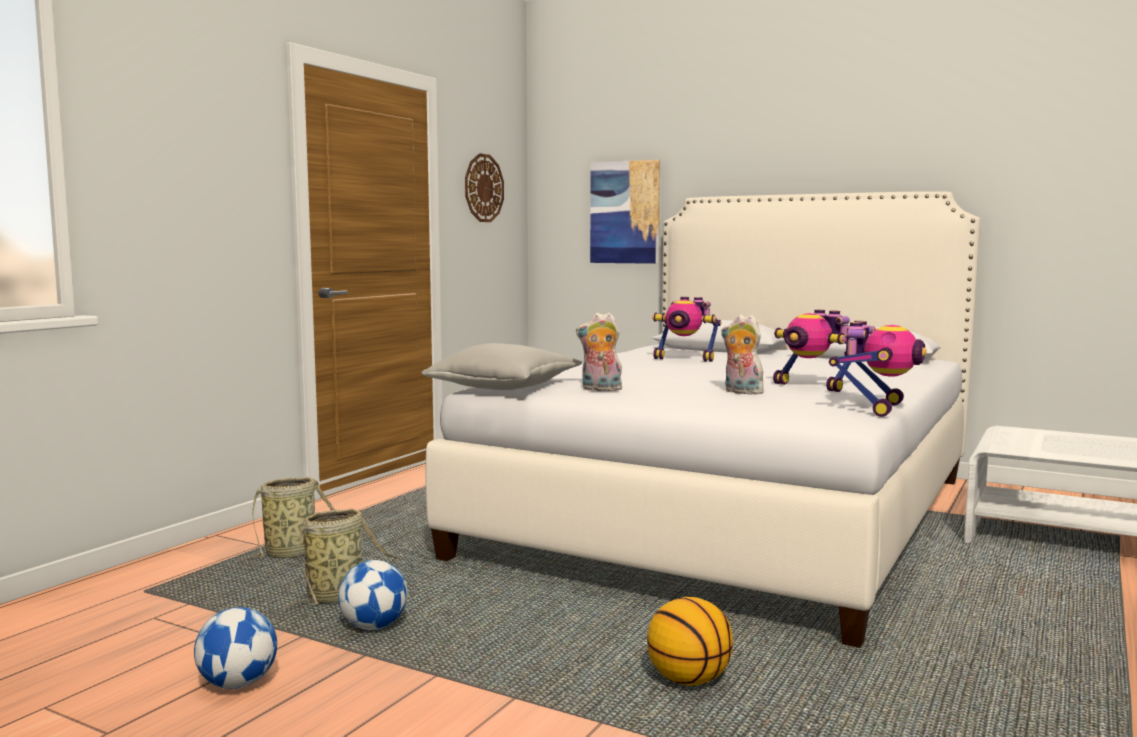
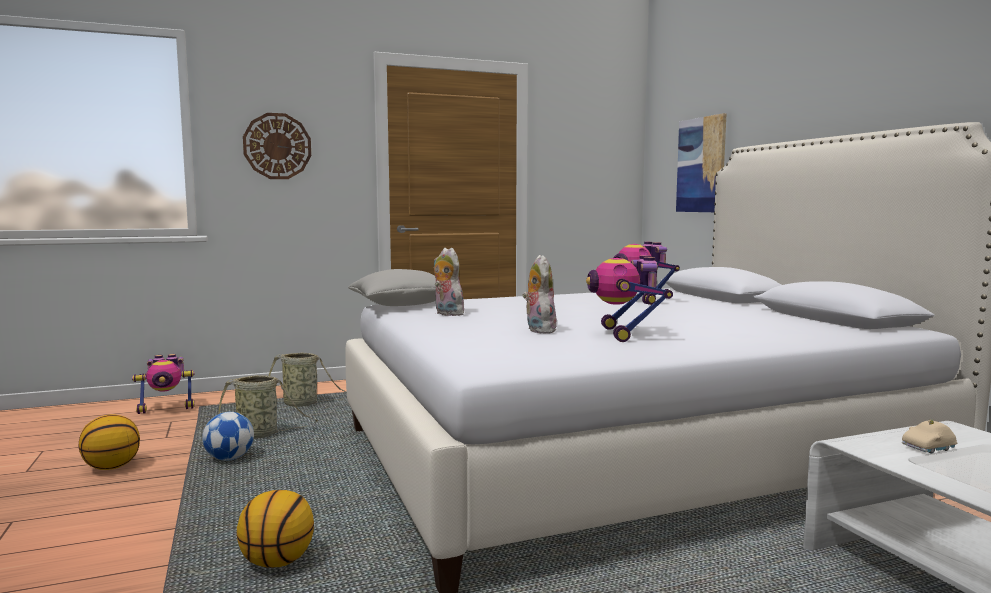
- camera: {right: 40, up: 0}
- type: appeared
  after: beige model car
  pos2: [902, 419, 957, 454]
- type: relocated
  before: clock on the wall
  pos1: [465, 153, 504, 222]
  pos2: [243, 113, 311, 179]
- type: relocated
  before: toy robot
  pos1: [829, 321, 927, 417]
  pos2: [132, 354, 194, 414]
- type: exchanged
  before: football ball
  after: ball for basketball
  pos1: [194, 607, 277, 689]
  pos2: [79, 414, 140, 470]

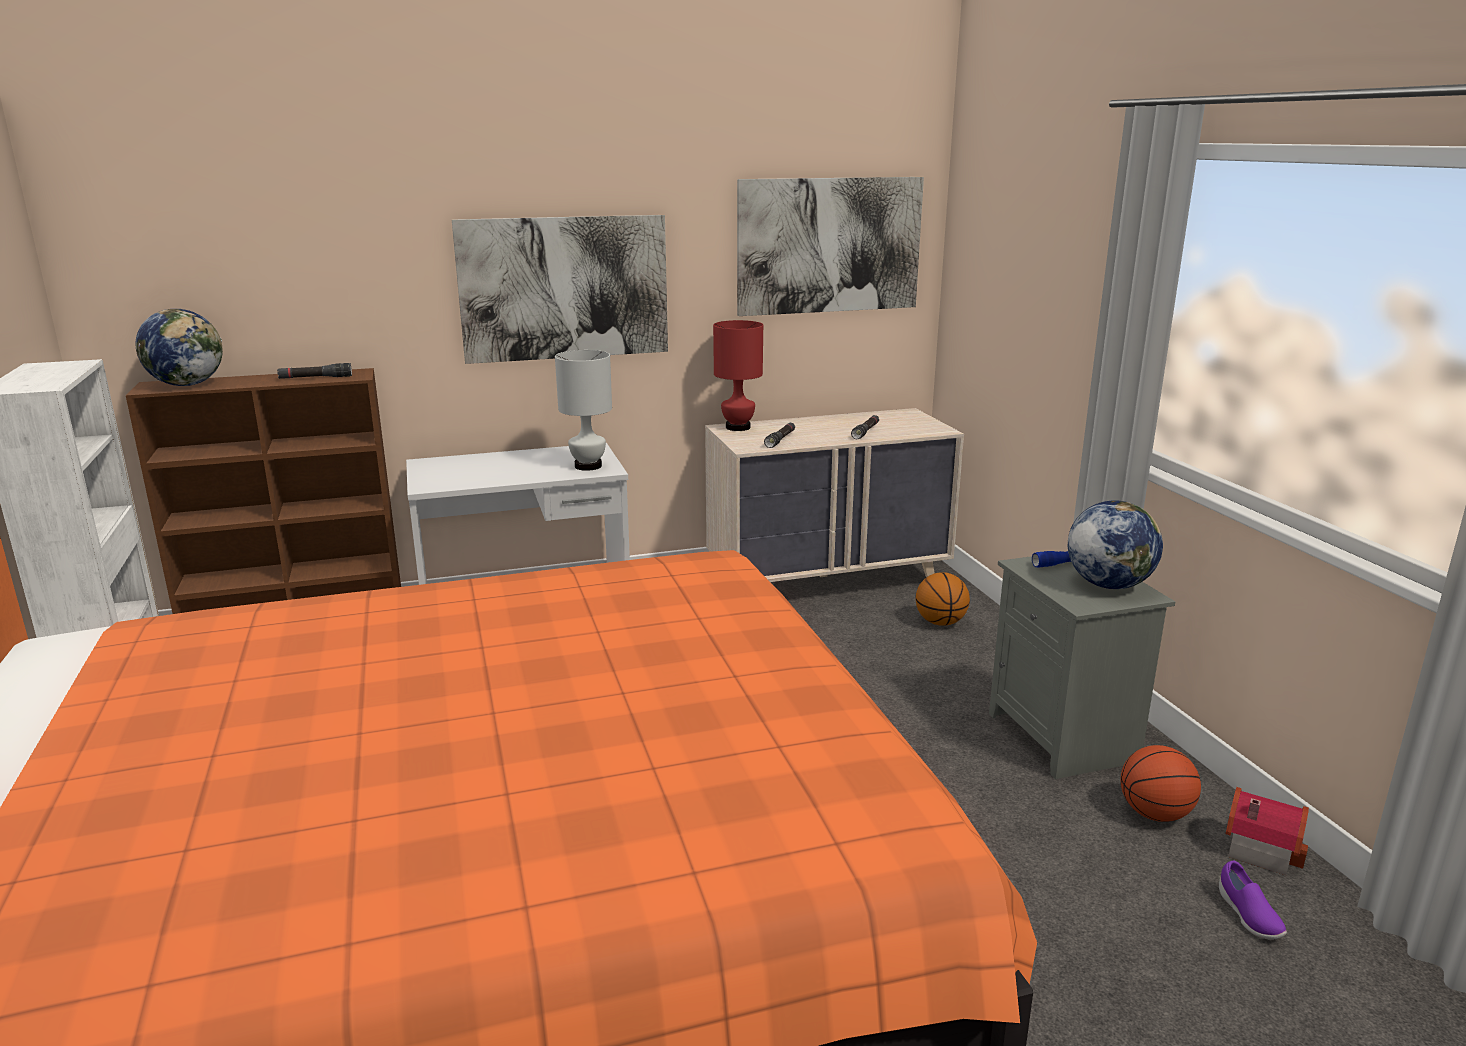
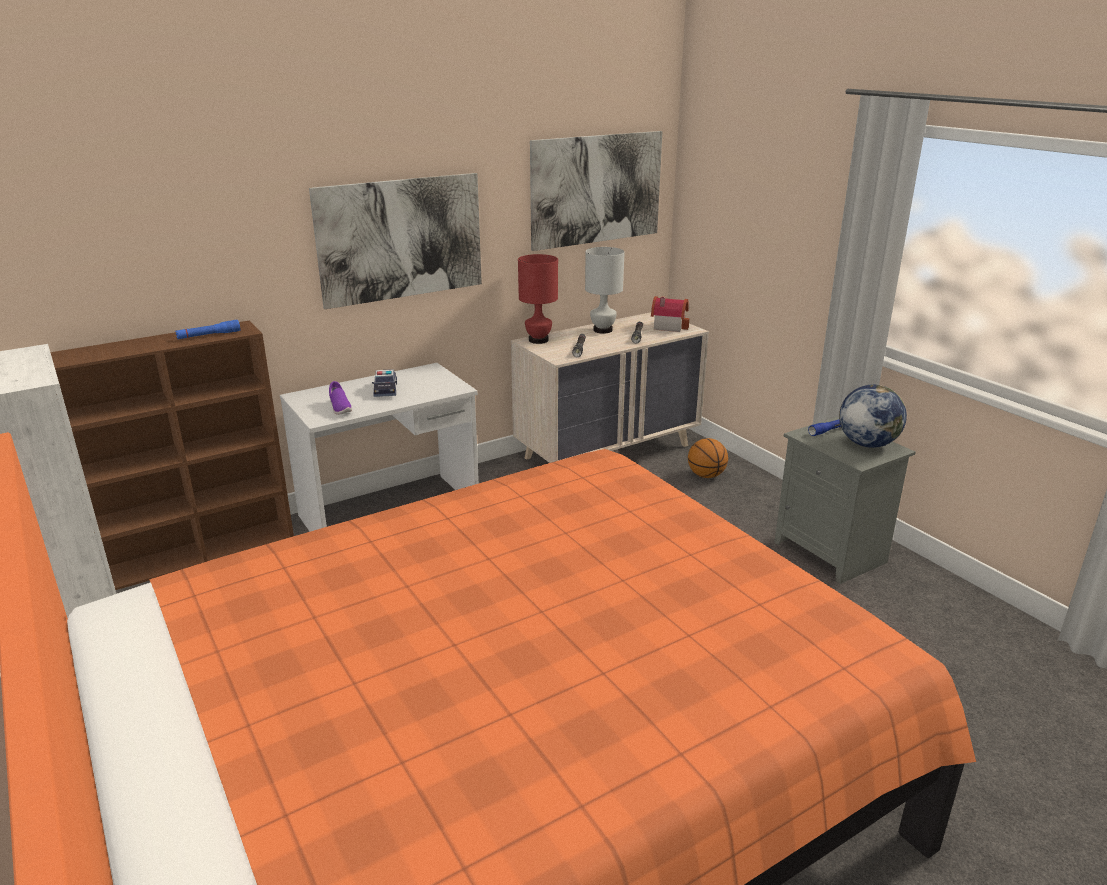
- camera: {right: -15, up: 5}
- type: missing
  before: desk globe
  pos1: [135, 309, 223, 386]
- type: missing
  before: ball for basketball
  pos1: [1121, 745, 1201, 822]
- type: appeared
  after: model car
  pos2: [372, 369, 397, 397]
- type: relocated
  before: whitish tabletop lamp
  pos1: [555, 350, 612, 471]
  pos2: [585, 247, 625, 334]
- type: relocated
  before: purple shoe
  pos1: [1219, 861, 1287, 940]
  pos2: [329, 381, 352, 415]
- type: relocated
  before: miniature house
  pos1: [1225, 787, 1309, 875]
  pos2: [651, 296, 689, 332]
- type: colour
  before: black-coloured torch
  after: blue torch
  pos1: [277, 363, 352, 379]
  pos2: [175, 320, 240, 339]

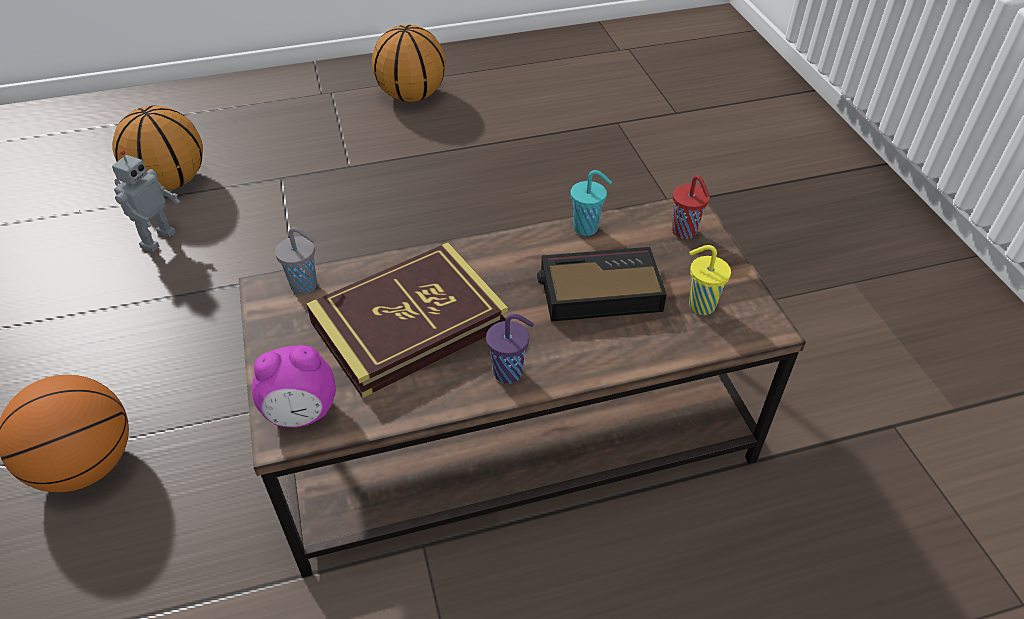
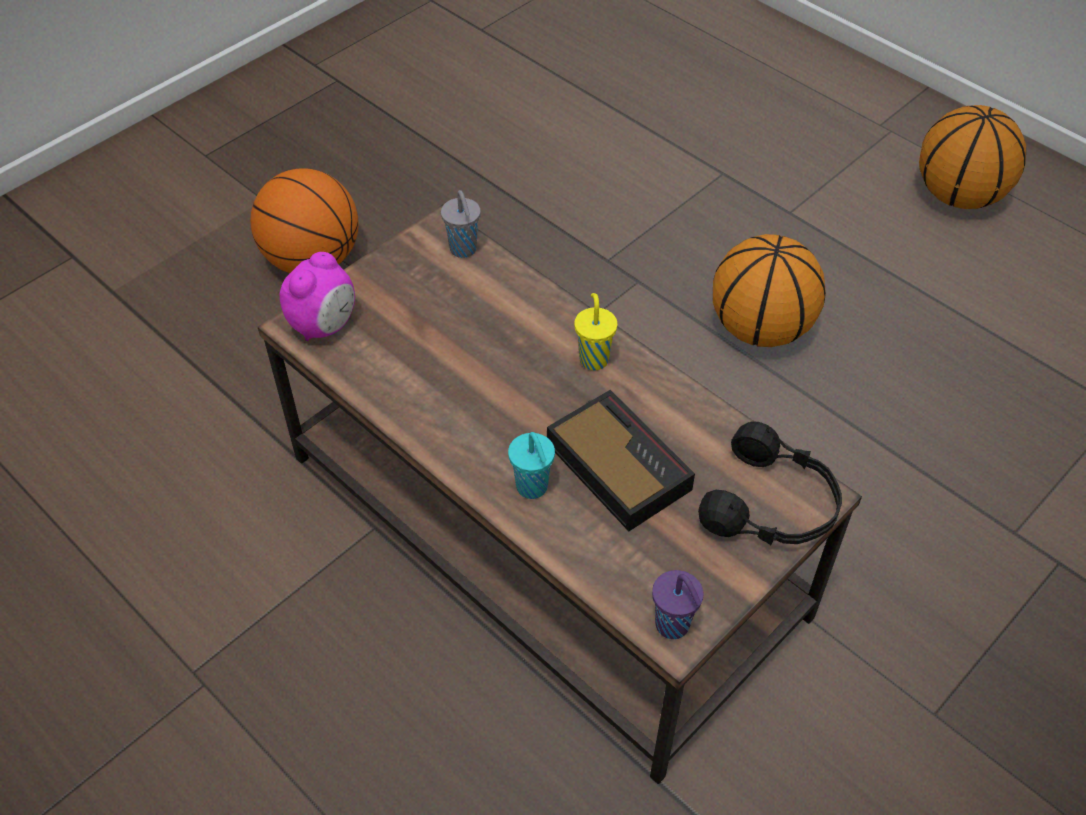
- camera: {right: 60, up: 5}
- type: missing
  before: toy robot
  pos1: [112, 150, 180, 252]
- type: missing
  before: bound book
  pos1: [306, 243, 508, 398]
- type: relocated
  before: ball for basketball
  pos1: [112, 105, 203, 191]
  pos2: [713, 234, 826, 347]
- type: relocated
  before: purple small cup
  pos1: [486, 314, 534, 384]
  pos2: [652, 570, 703, 639]
- type: relocated
  before: turquoise-coloured small cup
  pos1: [570, 170, 612, 236]
  pos2: [508, 432, 555, 499]
- type: relocated
  before: yellowish small cup
  pos1: [689, 245, 731, 315]
  pos2: [574, 293, 617, 371]
- type: exchanged
  before: red small cup
  after: black-coloured headset
  pos1: [672, 175, 710, 239]
  pos2: [698, 421, 842, 546]
- type: spun
  before: table clock
  pos1: [252, 345, 336, 428]
  pos2: [280, 252, 355, 341]
  turn: -105

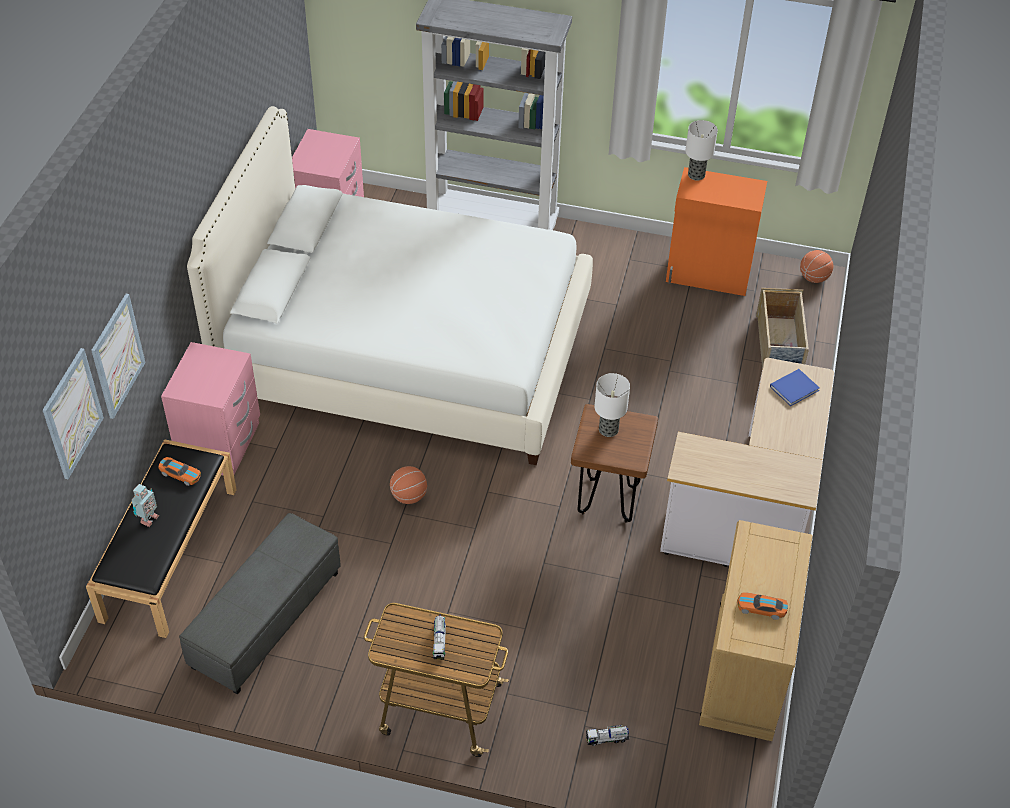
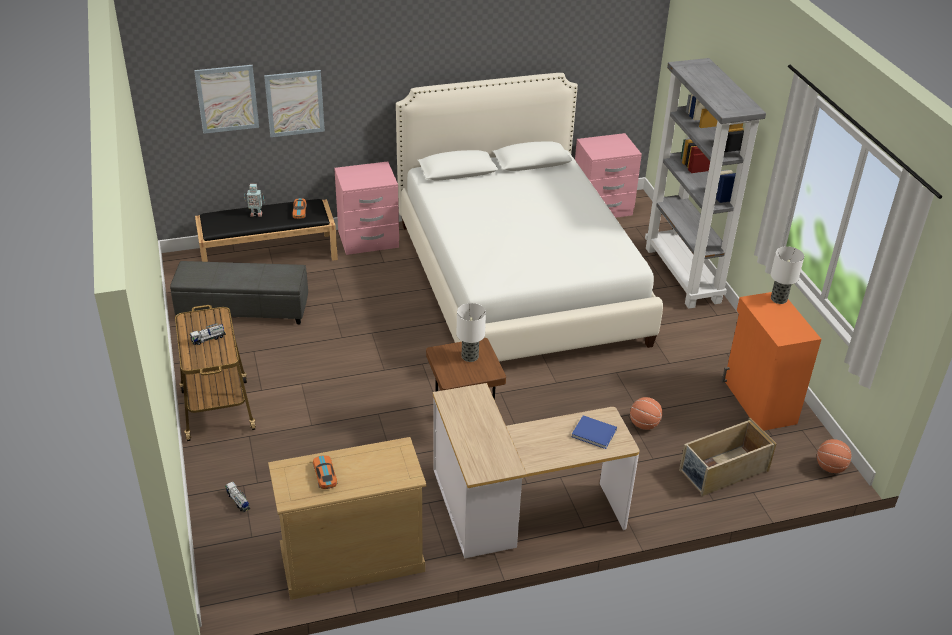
- camera: {right: 60, up: -10}
- type: relocated
  before: ball for basketball
  pos1: [390, 466, 427, 504]
  pos2: [630, 397, 662, 430]

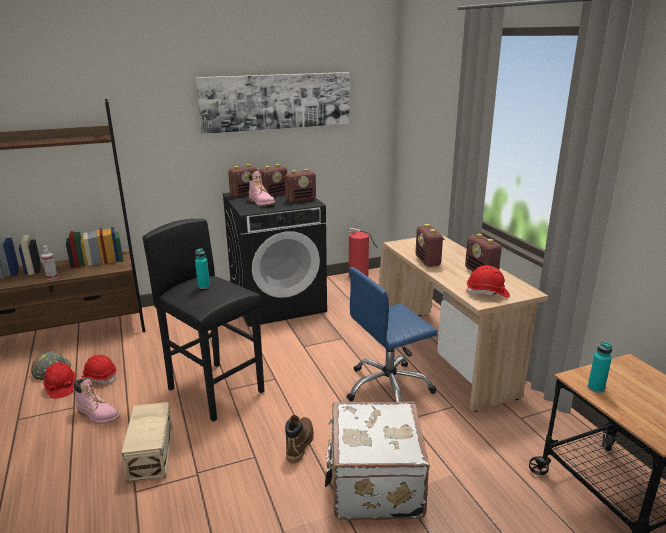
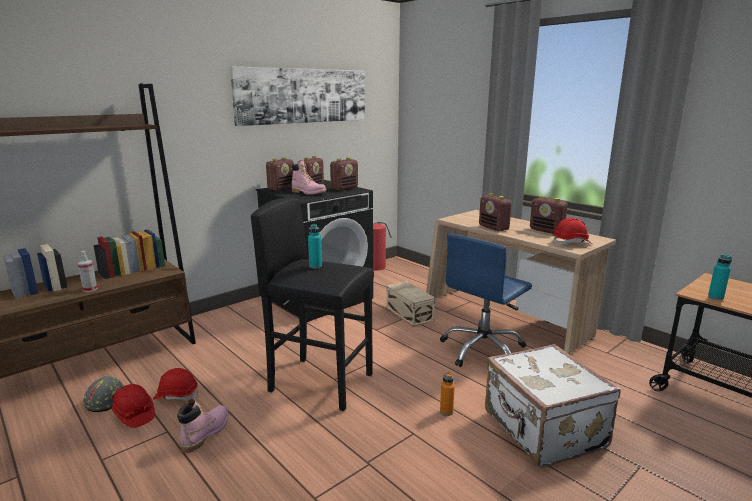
- camera: {right: -20, up: -5}
- type: relocated
  before: beige storage bin
  pos1: [122, 402, 173, 482]
  pos2: [386, 281, 435, 327]
- type: exchanged
  before: brownish high-top boot
  after: orange-coloured beverage bottle
  pos1: [285, 415, 314, 463]
  pos2: [440, 372, 455, 416]
- type: spun
  before: pink-coloured high-top boot
  pos1: [74, 379, 120, 424]
  pos2: [177, 398, 229, 453]
  turn: -75

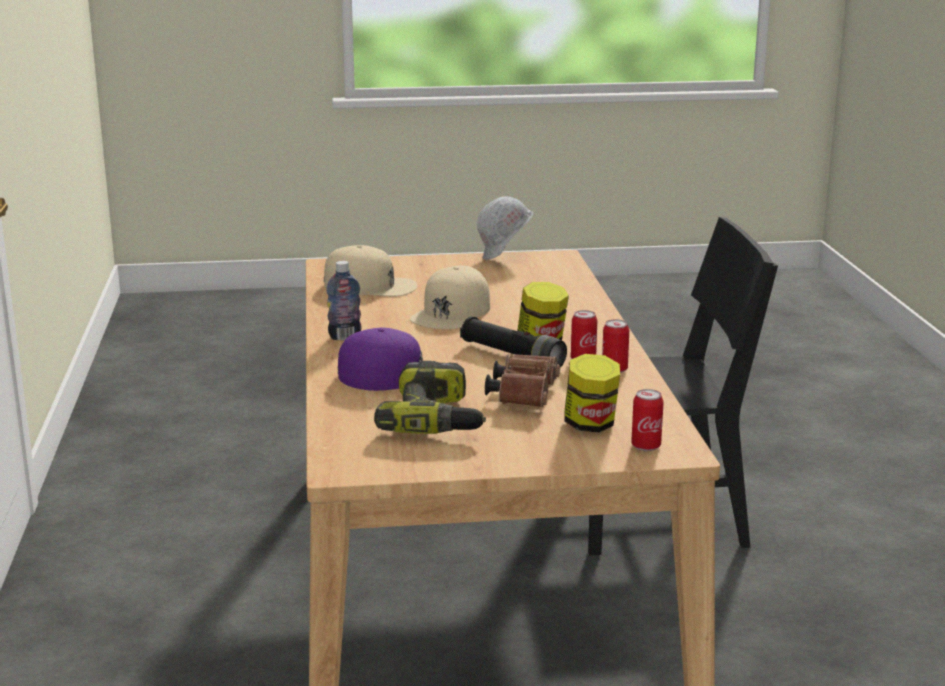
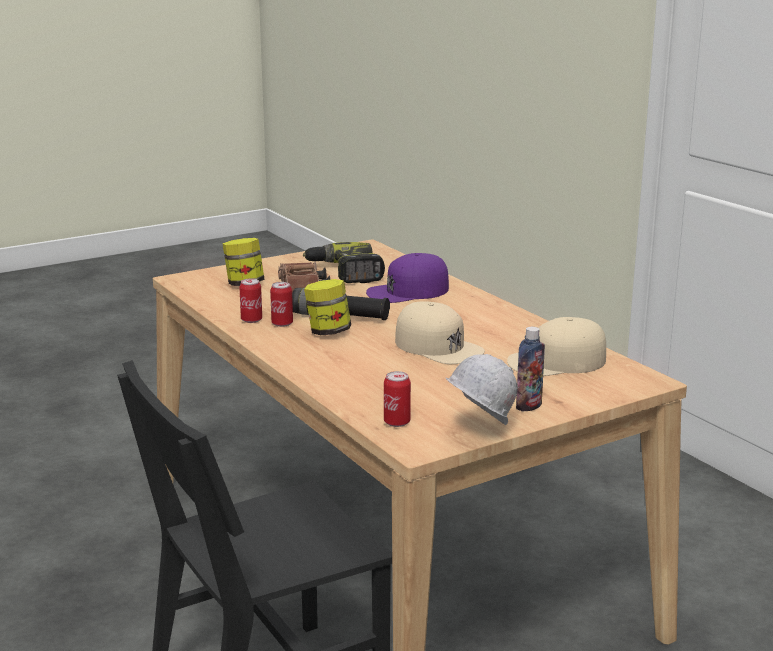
- camera: {right: 155, up: 0}
- type: relocated
  before: beverage bottle
  pos1: [327, 261, 361, 340]
  pos2: [516, 327, 545, 412]
- type: relocated
  before: can
  pos1: [631, 389, 664, 451]
  pos2: [384, 371, 411, 427]
- type: spun
  before: beige peaked cap
  pos1: [410, 266, 490, 329]
  pos2: [395, 301, 485, 364]
  turn: 135

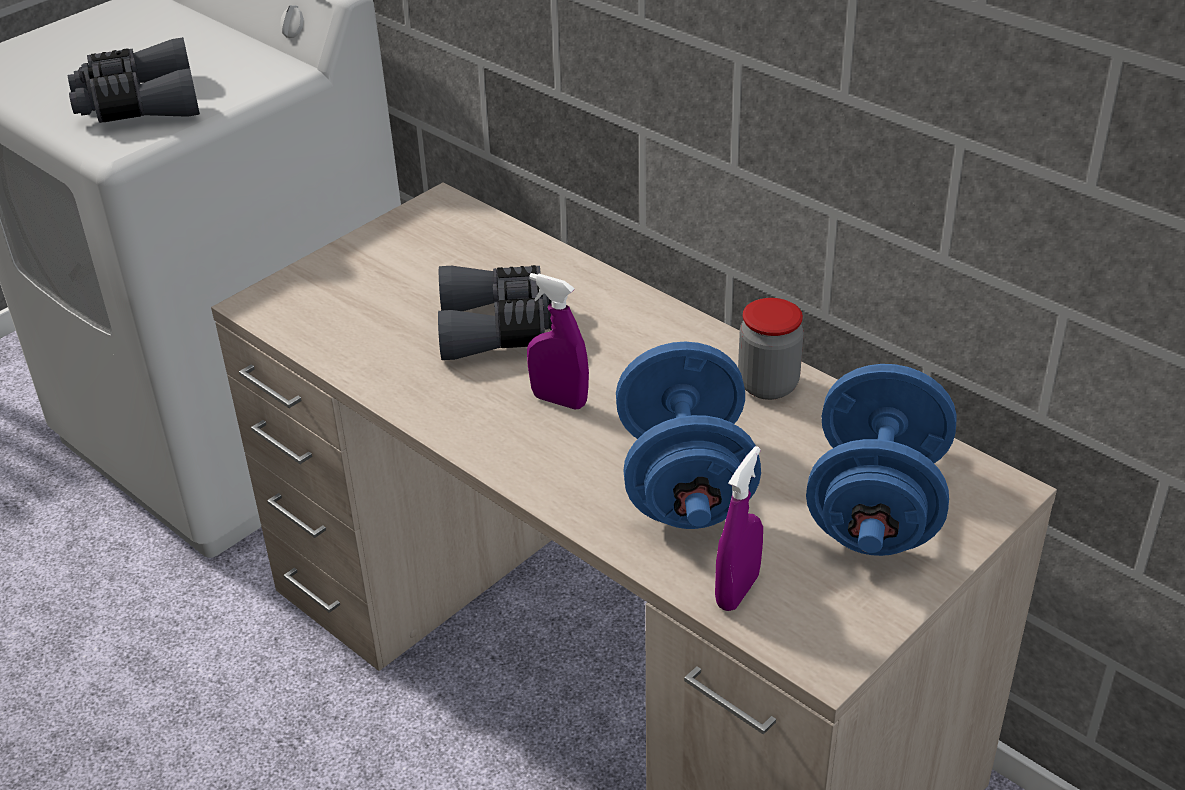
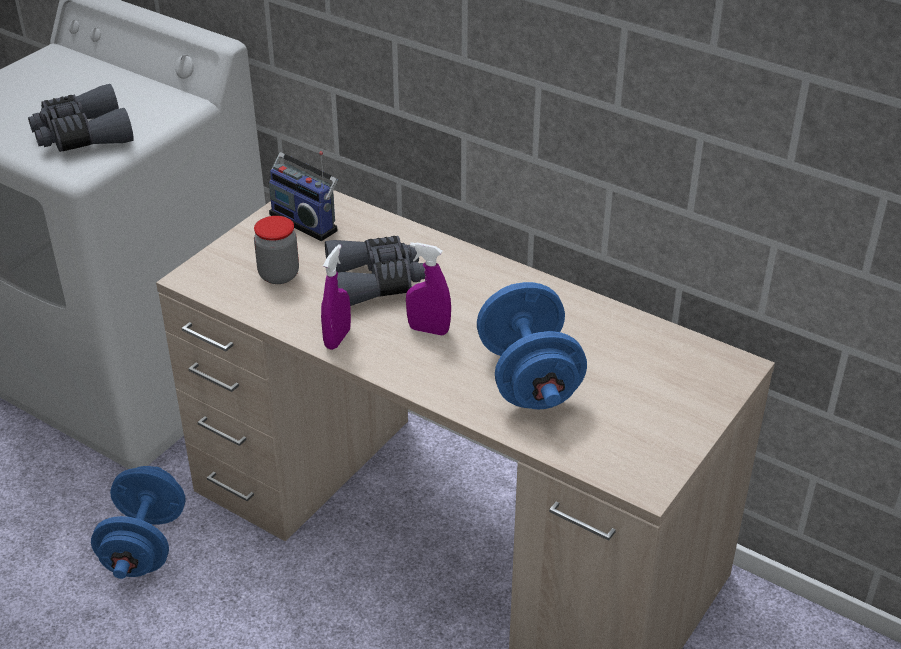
- camera: {right: -10, up: 0}
- type: appeared
  after: radio receiver
  pos2: [269, 151, 338, 241]
- type: relocated
  before: purple hand sprayer
  pos1: [715, 446, 763, 611]
  pos2: [321, 244, 351, 350]
- type: relocated
  before: jar
  pos1: [738, 298, 804, 400]
  pos2: [254, 216, 299, 284]
- type: relocated
  before: blue hand weight
  pos1: [806, 364, 956, 556]
  pos2: [91, 466, 186, 579]

